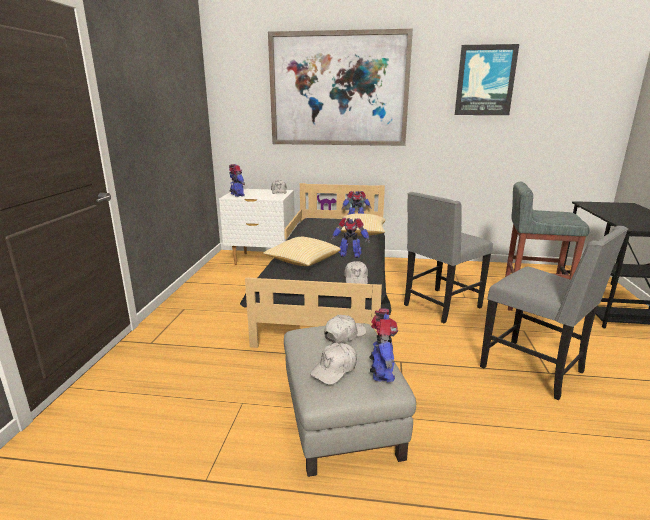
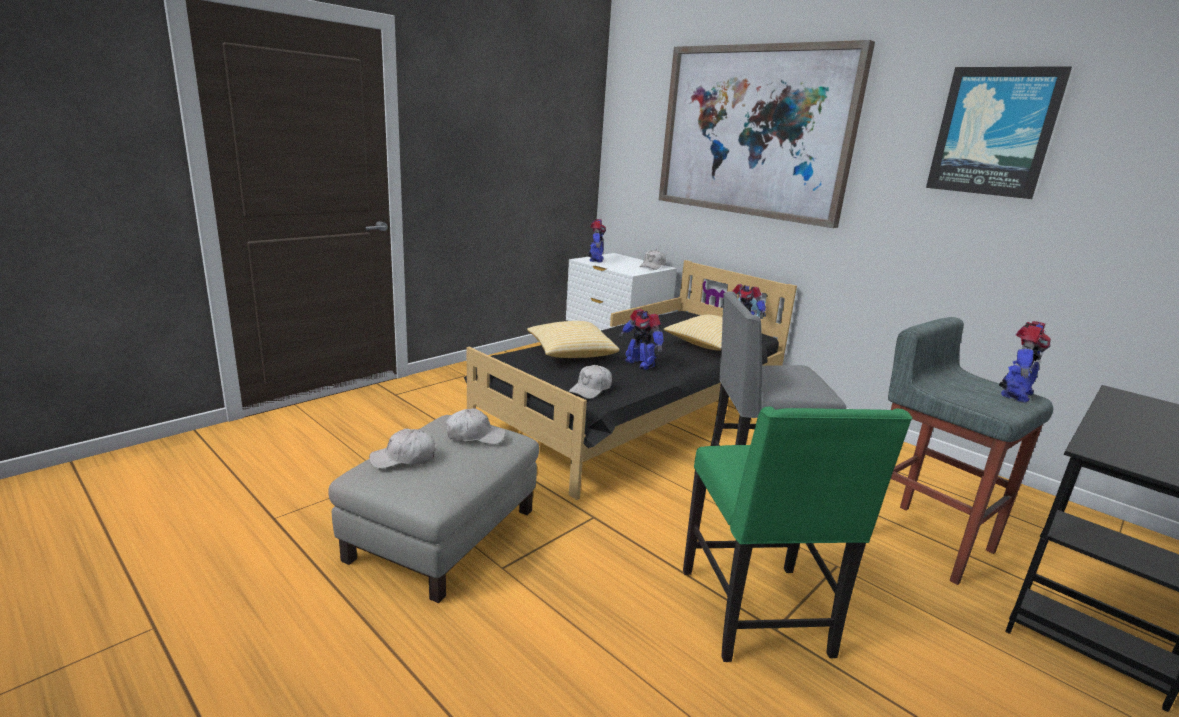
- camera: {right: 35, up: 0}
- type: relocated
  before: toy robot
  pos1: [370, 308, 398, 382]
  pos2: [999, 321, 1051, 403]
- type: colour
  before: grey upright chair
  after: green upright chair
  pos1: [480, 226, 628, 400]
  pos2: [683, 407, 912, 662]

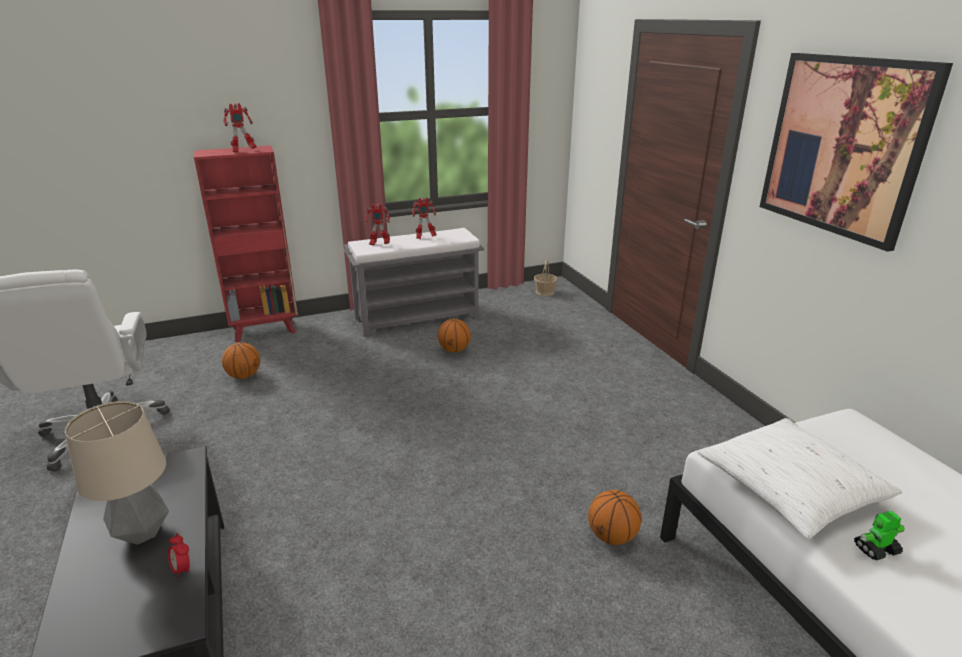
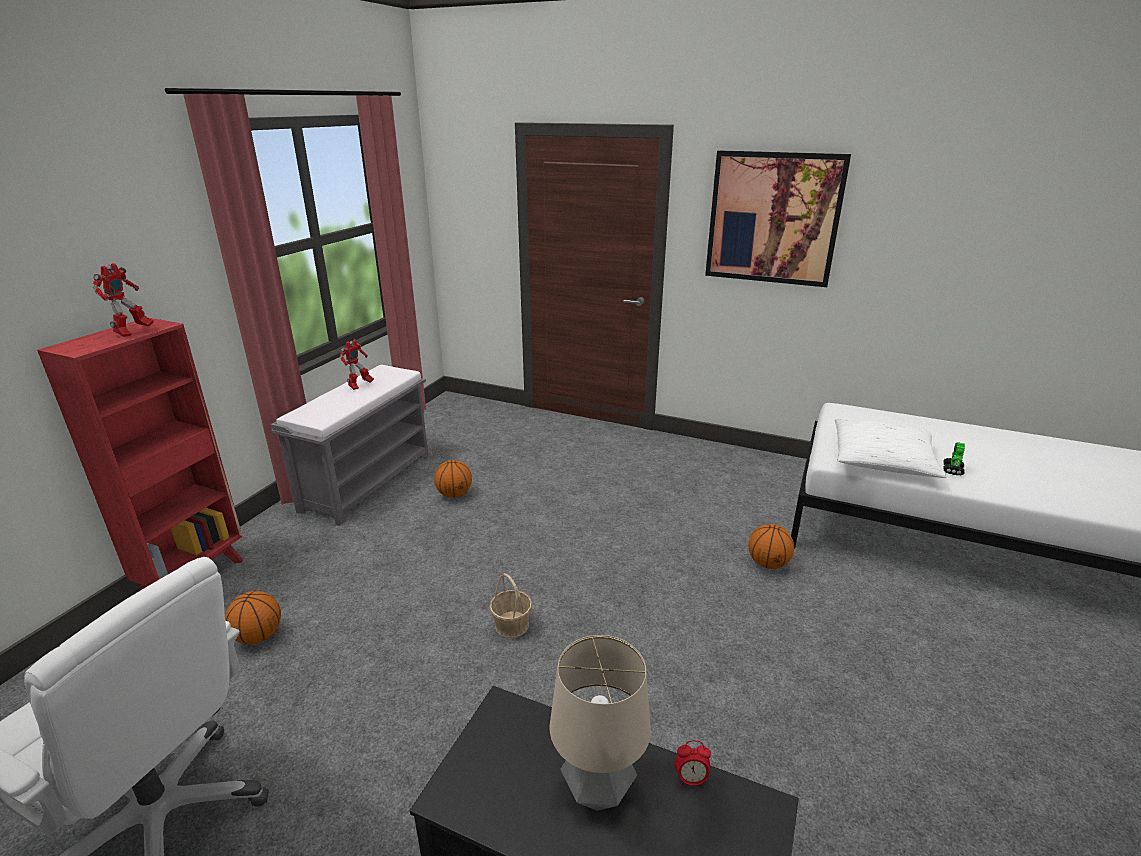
- camera: {right: -45, up: 0}
- type: missing
  before: toy robot
  pos1: [365, 204, 390, 246]
- type: relocated
  before: basket
  pos1: [534, 259, 557, 296]
  pos2: [489, 573, 532, 638]

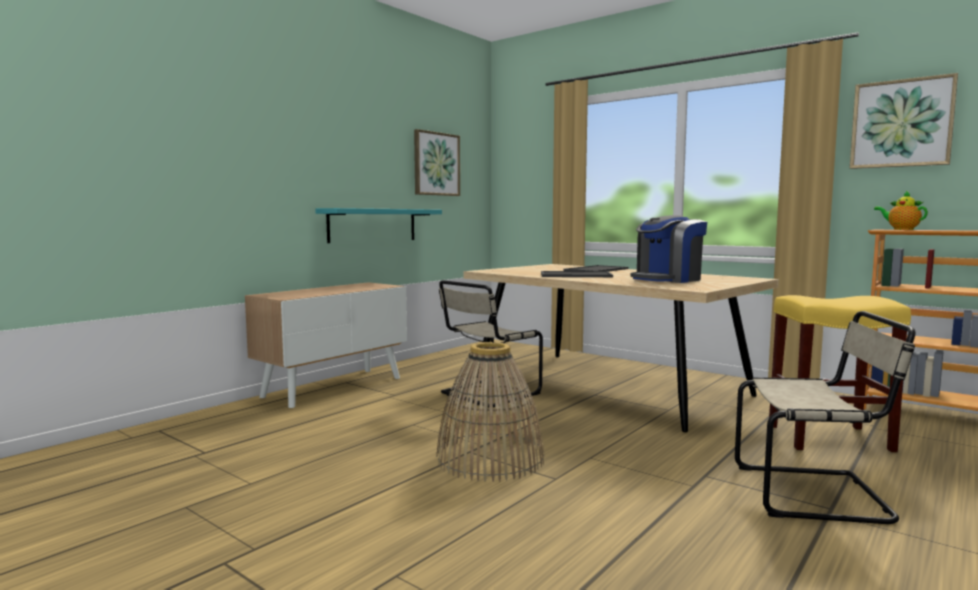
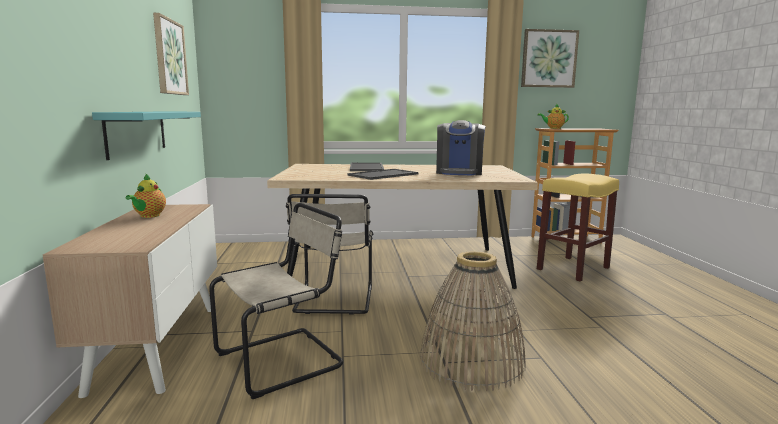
- camera: {right: -45, up: 5}
- type: appeared
  after: teapot
  pos2: [126, 173, 166, 218]
- type: relocated
  before: beige upright chair
  pos1: [735, 311, 916, 524]
  pos2: [209, 203, 343, 399]

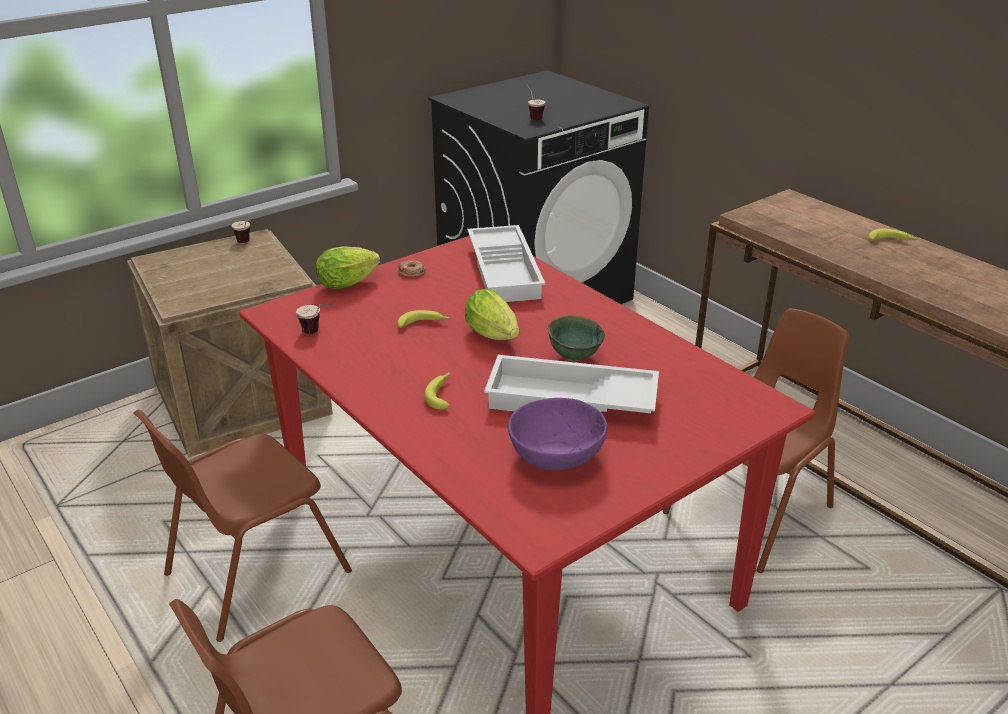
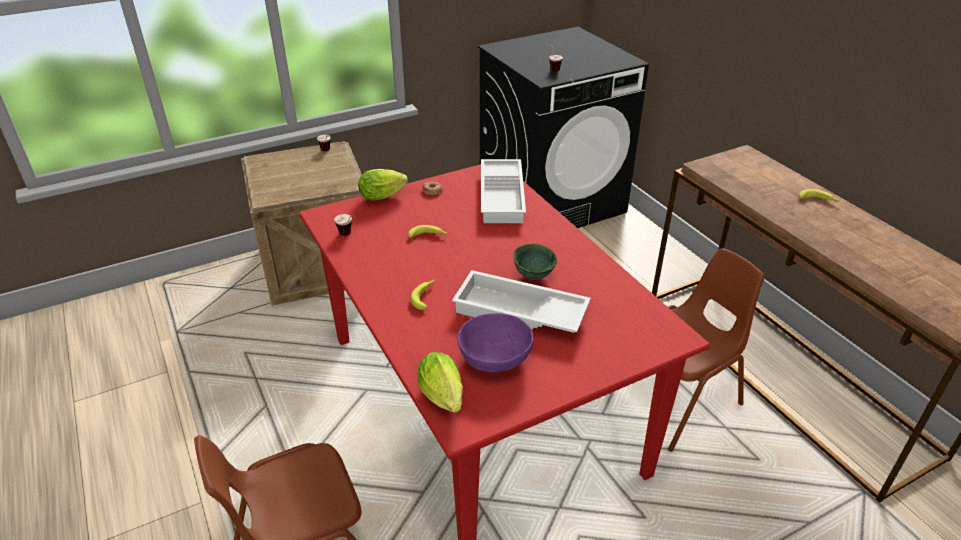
- camera: {right: 10, up: 5}
- type: missing
  before: brownish upright chair
  pos1: [133, 410, 352, 642]
- type: relocated
  before: lettuce head
  pos1: [465, 289, 519, 340]
  pos2: [417, 352, 463, 413]

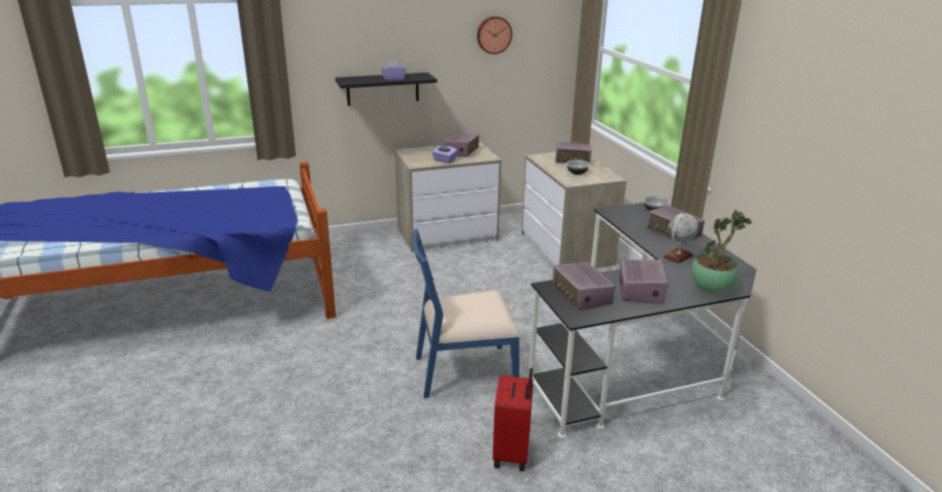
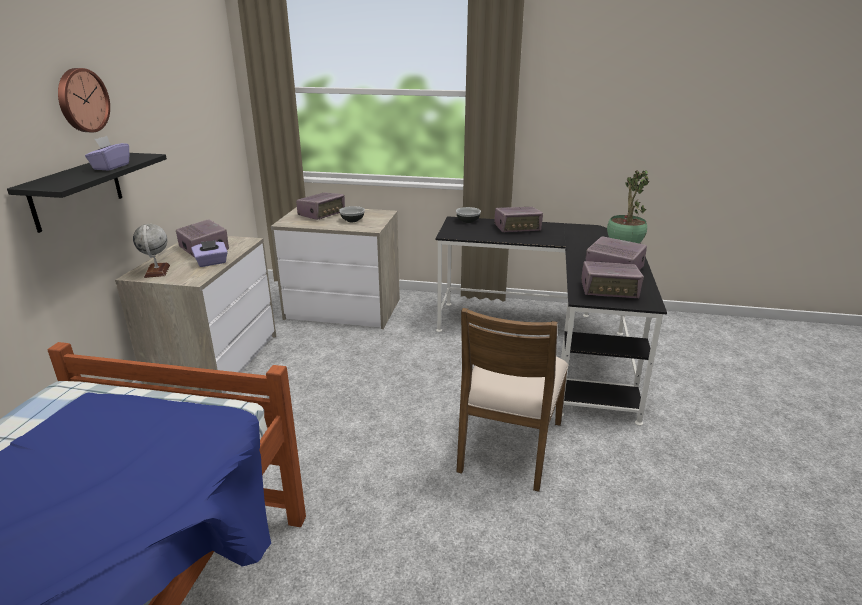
- camera: {right: -60, up: 0}
- type: missing
  before: red piece of luggage
  pos1: [493, 368, 533, 471]
- type: relocated
  before: clock on the wall
  pos1: [477, 16, 512, 54]
  pos2: [58, 68, 110, 132]
- type: relocated
  before: desk globe
  pos1: [663, 213, 698, 264]
  pos2: [133, 224, 170, 278]
- type: colour
  before: blue upright chair
  after: brownish upright chair
  pos1: [412, 229, 520, 398]
  pos2: [456, 308, 568, 492]

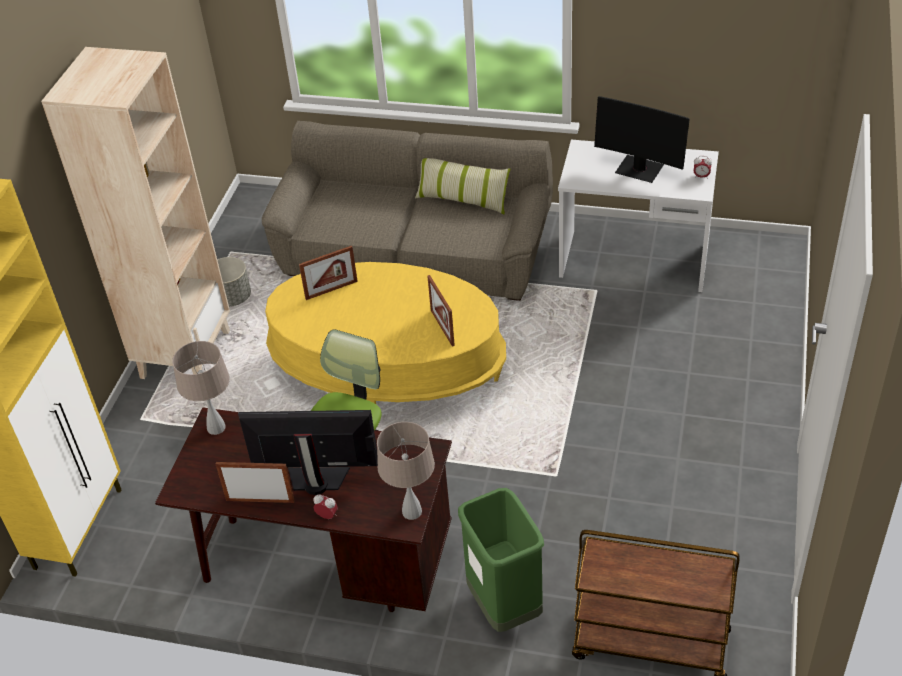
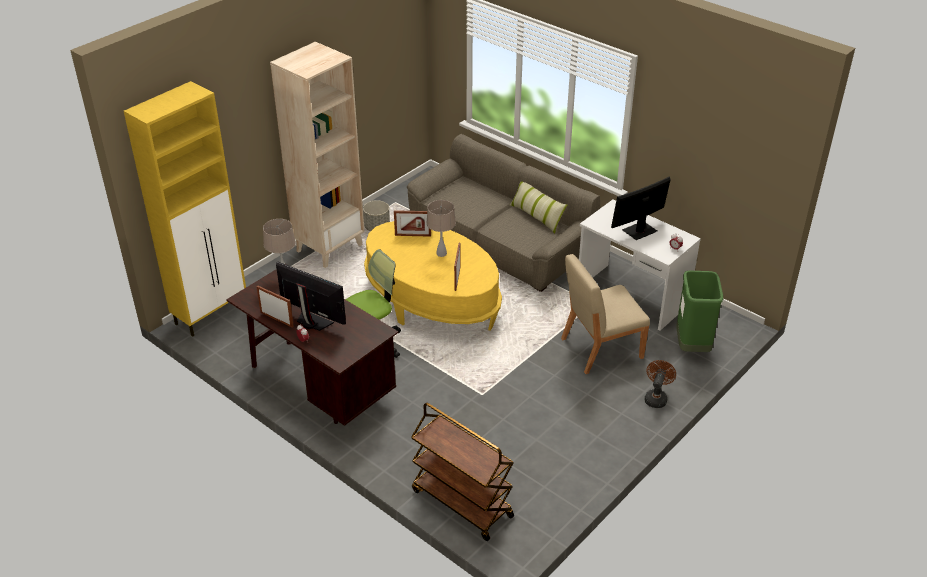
- camera: {right: 25, up: -5}
- type: appeared
  after: beige upright chair
  pos2: [561, 254, 650, 374]
- type: appeared
  after: brownish electric fan
  pos2: [645, 360, 676, 408]
- type: relocated
  before: beige tabletop lamp
  pos1: [377, 422, 435, 520]
  pos2: [426, 200, 456, 257]
- type: relocated
  before: green trash can
  pos1: [458, 488, 544, 632]
  pos2: [676, 270, 723, 352]
- type: spun
  before: computer display
  pos1: [594, 96, 690, 183]
  pos2: [611, 177, 671, 240]
  turn: 90

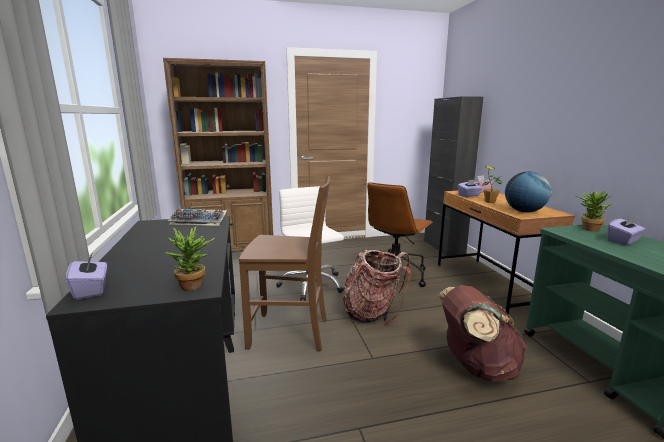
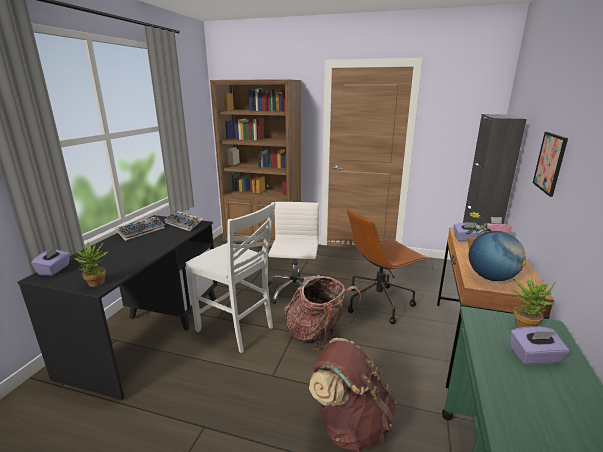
- camera: {right: 30, up: 5}
- type: appeared
  after: PC keyboard
  pos2: [114, 217, 165, 241]
- type: appeared
  after: picture
  pos2: [533, 132, 568, 197]
- type: colour
  before: brownish upright chair
  after: whitish upright chair
  pos1: [239, 174, 331, 351]
  pos2: [186, 202, 275, 353]

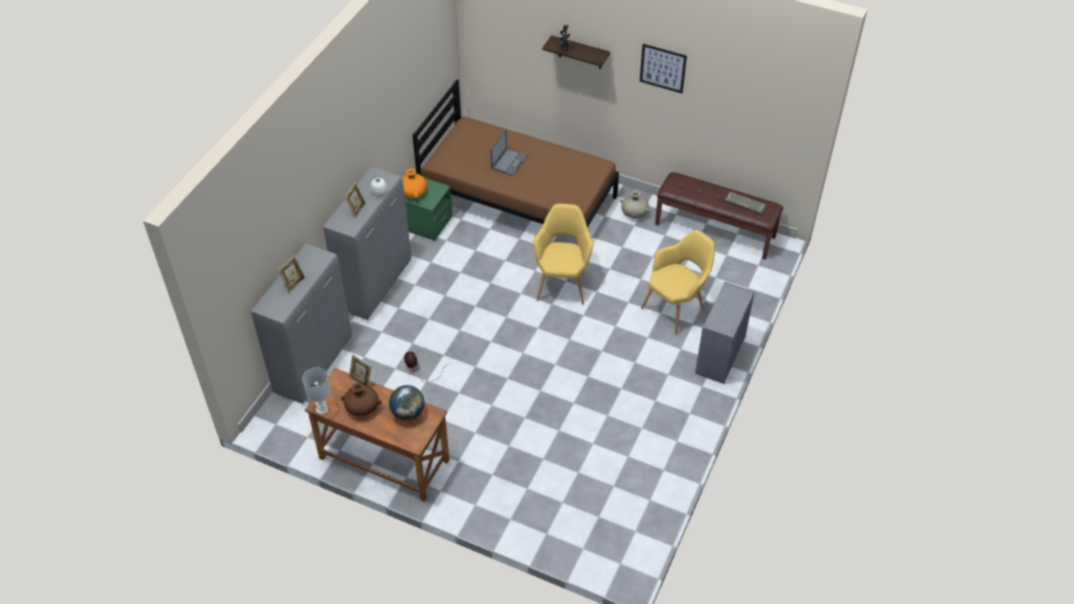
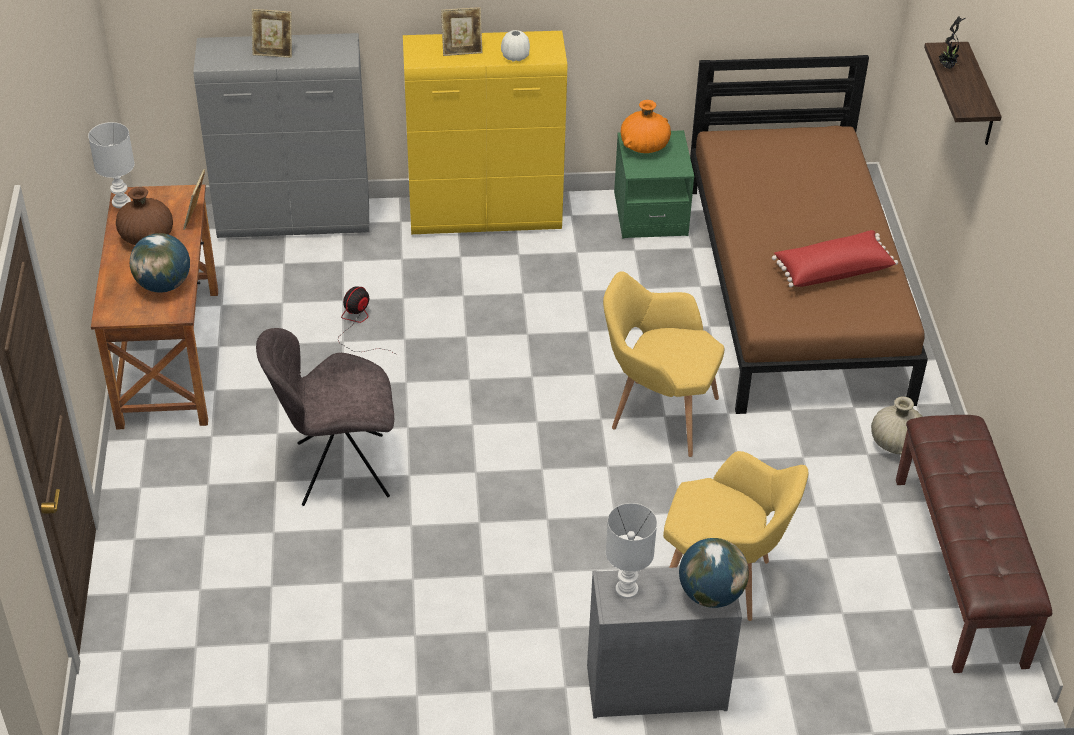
- camera: {right: 60, up: -5}
- type: missing
  before: notebook computer
  pos1: [490, 129, 528, 176]
- type: missing
  before: picture
  pos1: [640, 44, 687, 93]
- type: missing
  before: PC keyboard
  pos1: [724, 192, 767, 215]
- type: appeared
  after: grey upright chair
  pos2: [256, 328, 394, 506]
- type: appeared
  after: whitish tabletop lamp
  pos2: [606, 503, 657, 599]
- type: appeared
  after: desk globe
  pos2: [679, 538, 749, 608]
- type: appeared
  after: red pillow
  pos2: [772, 230, 898, 287]
- type: colour
  before: grey cabinet
  after: yellowish cabinet
  pos1: [323, 167, 411, 320]
  pos2: [403, 31, 567, 234]
- type: spun
  before: yellowish lounge chair
  pos1: [533, 204, 593, 305]
  pos2: [603, 271, 725, 457]
  turn: -135

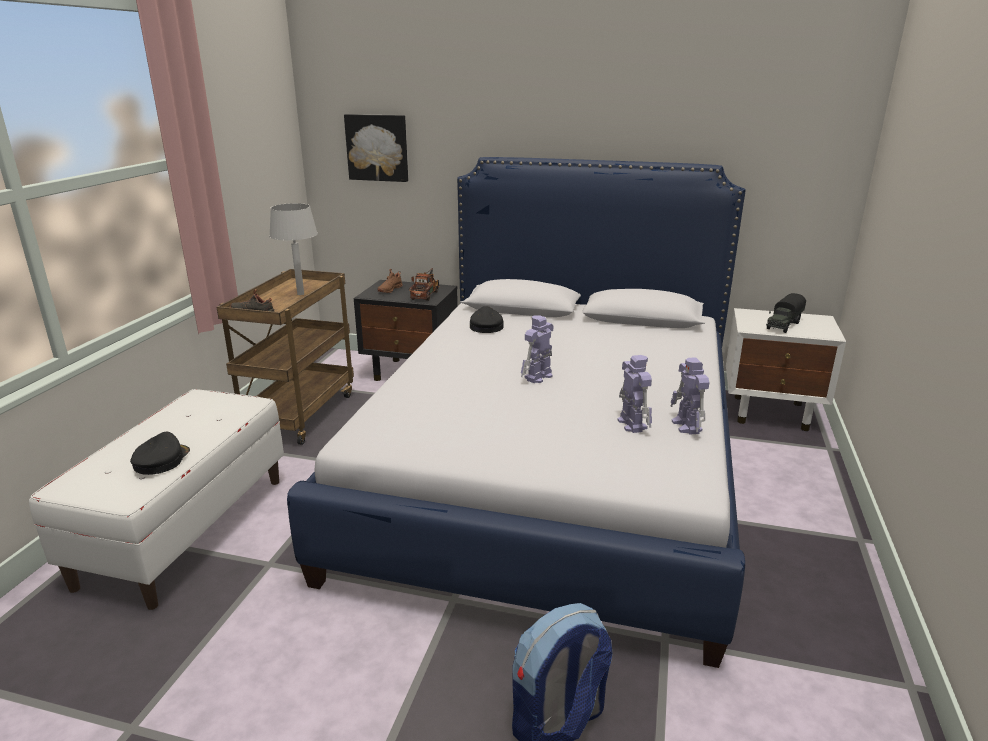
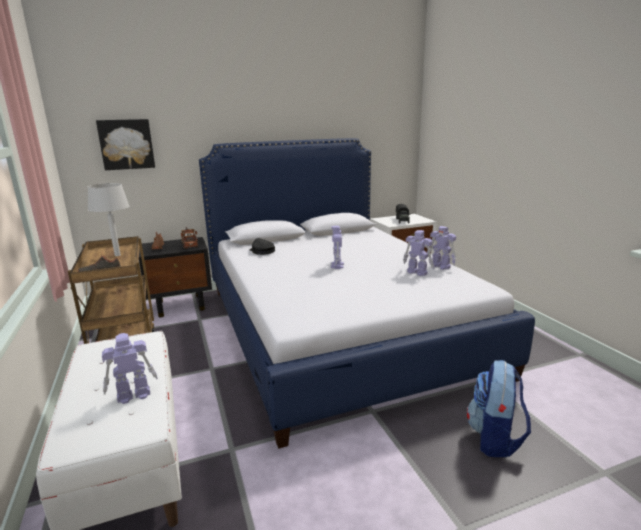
- camera: {right: -35, up: -5}
- type: exchanged
  before: black-coloured peaked cap
  after: toy robot
  pos1: [130, 432, 190, 475]
  pos2: [102, 333, 158, 404]

